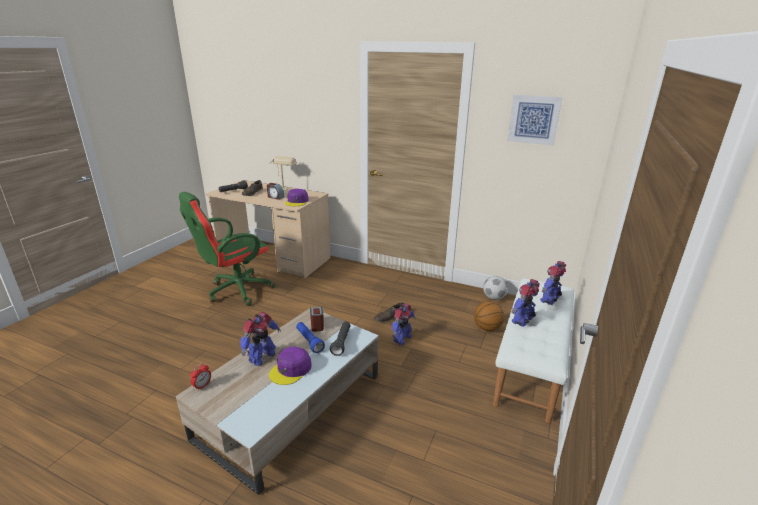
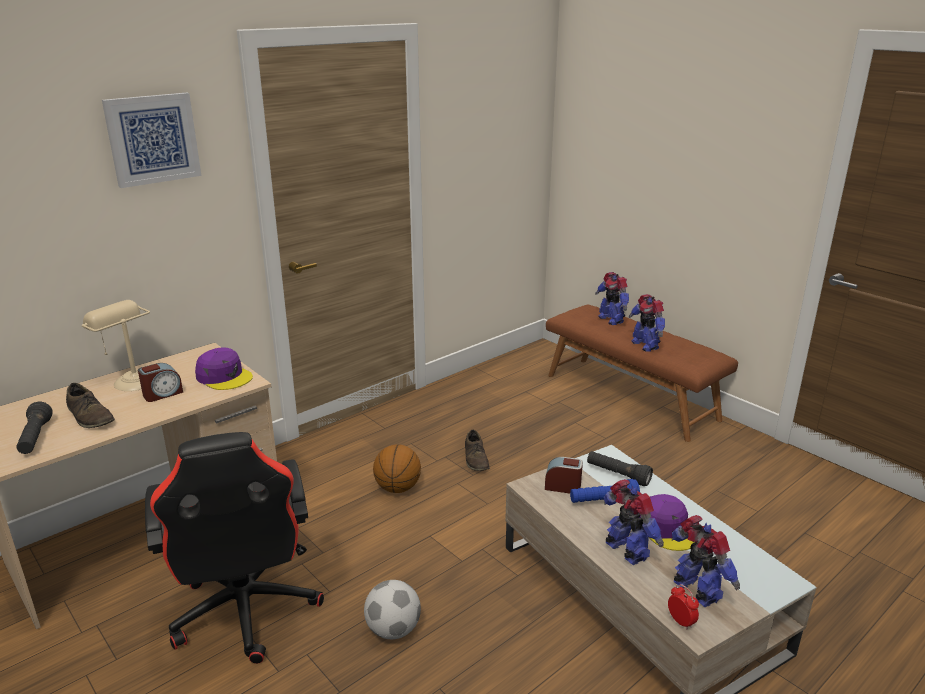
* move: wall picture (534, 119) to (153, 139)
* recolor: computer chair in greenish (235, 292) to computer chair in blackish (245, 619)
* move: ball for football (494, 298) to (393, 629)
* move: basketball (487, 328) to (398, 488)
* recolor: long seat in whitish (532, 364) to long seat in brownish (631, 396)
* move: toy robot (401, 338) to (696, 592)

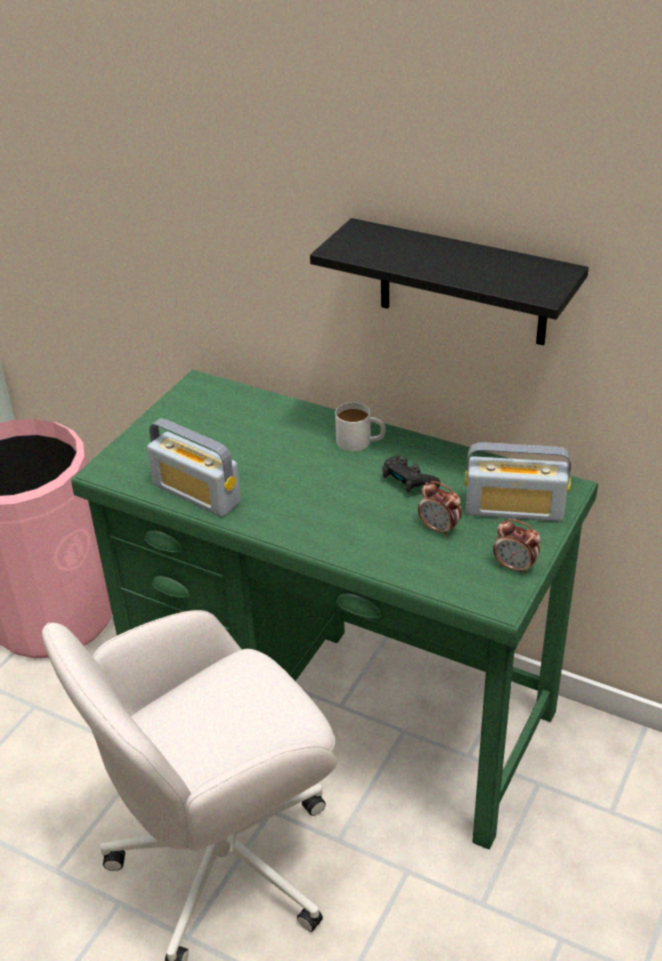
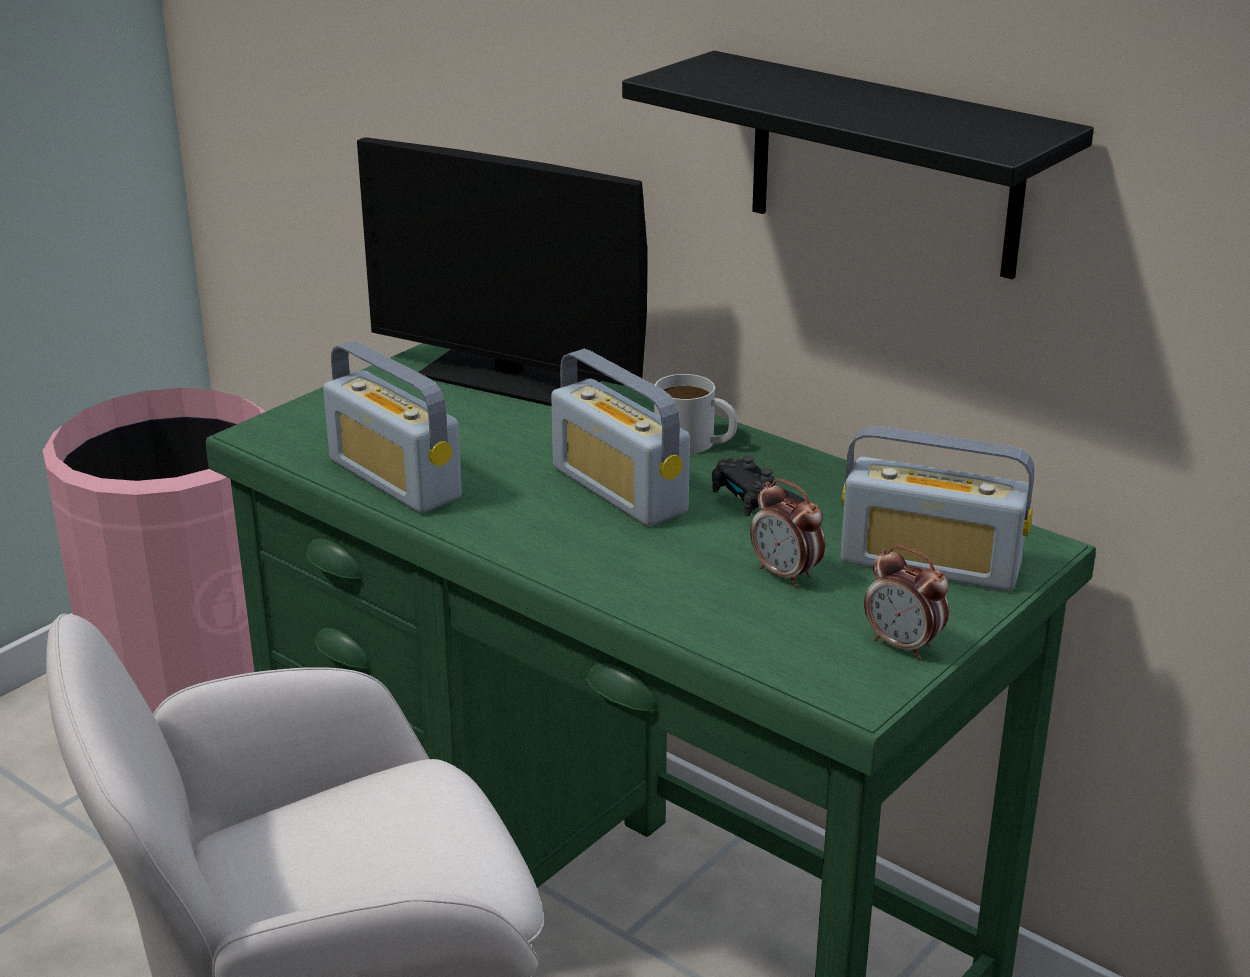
* insert: computer screen (509, 377)
* insert: radio receiver (619, 490)

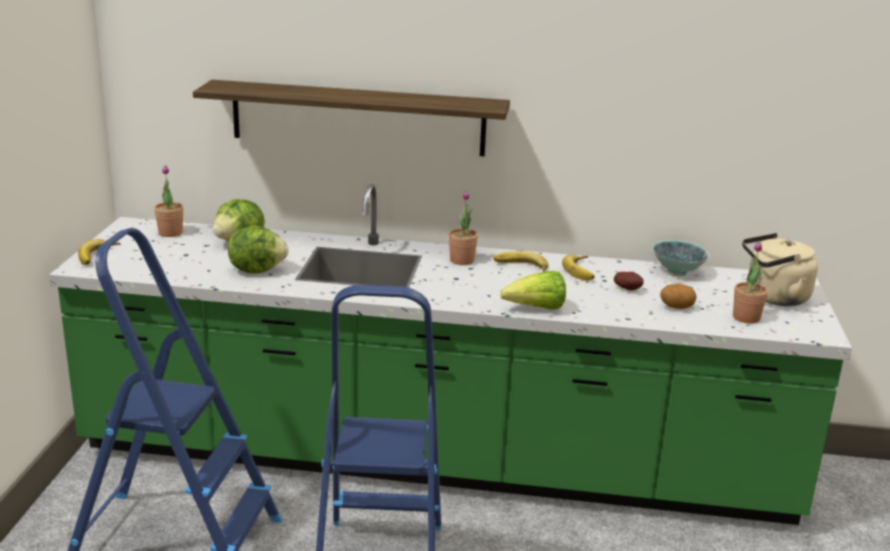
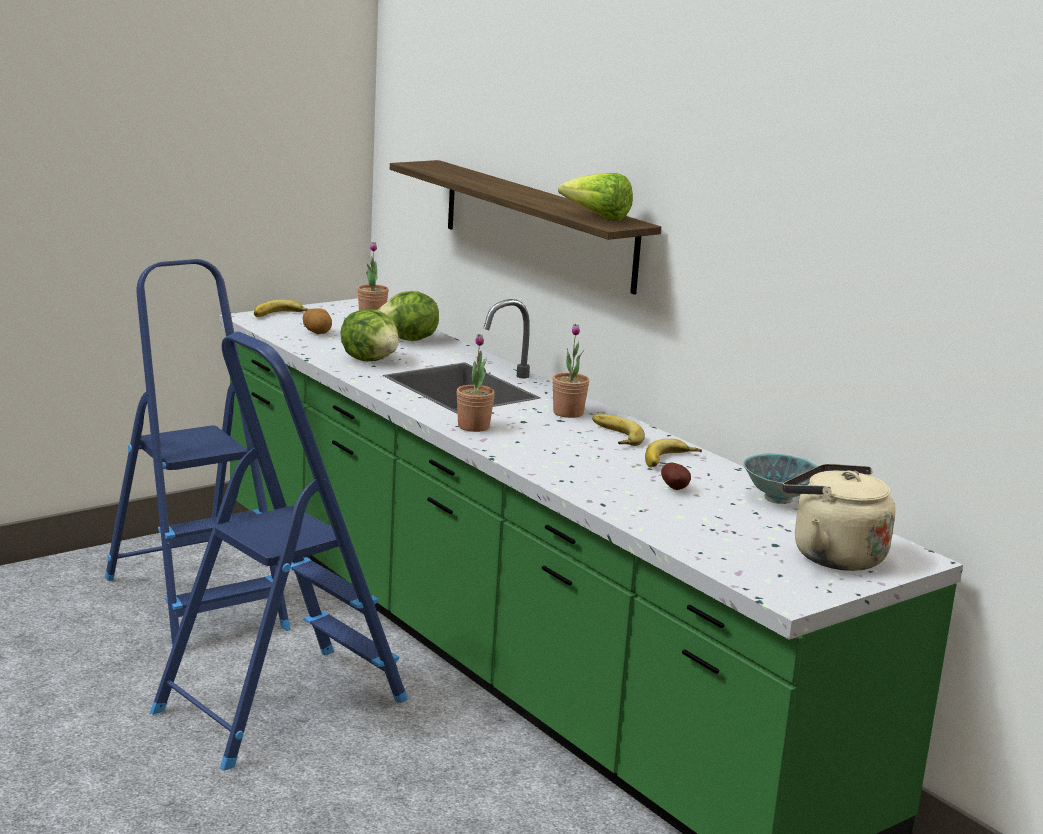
* move: potato (676, 307) to (317, 333)
* move: houseplant (746, 318) to (473, 427)
* move: lettuce (536, 309) to (597, 218)

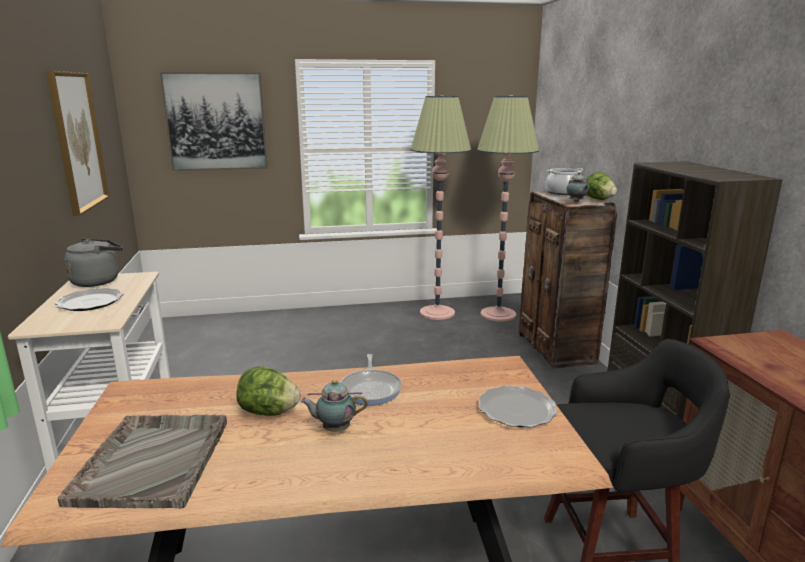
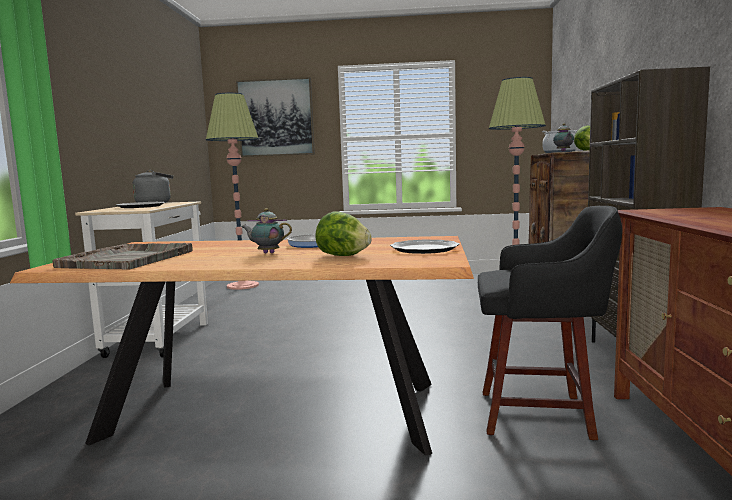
* move: standard lamp (437, 313) to (243, 286)
* move: lettuce (268, 412) to (343, 256)
* delete: wall picture (77, 141)

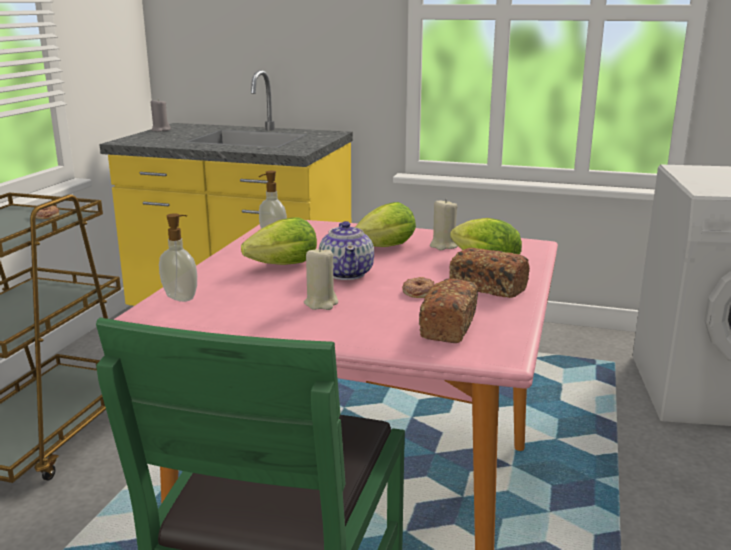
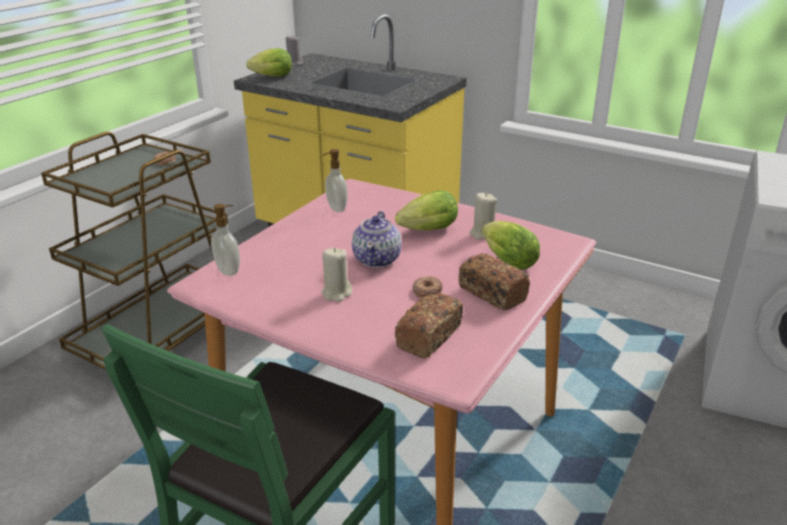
* move: lettuce (279, 266) to (270, 77)

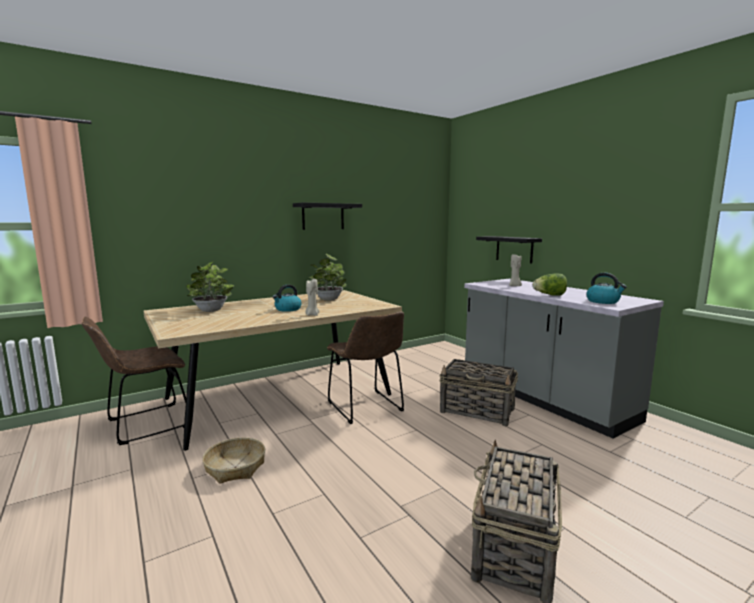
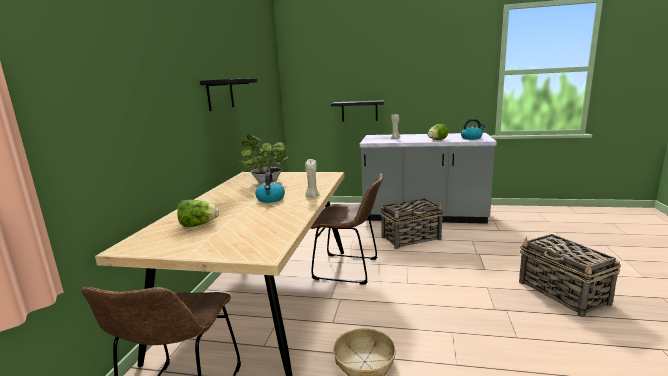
* replace: houseplant (211, 311) to lettuce (198, 225)

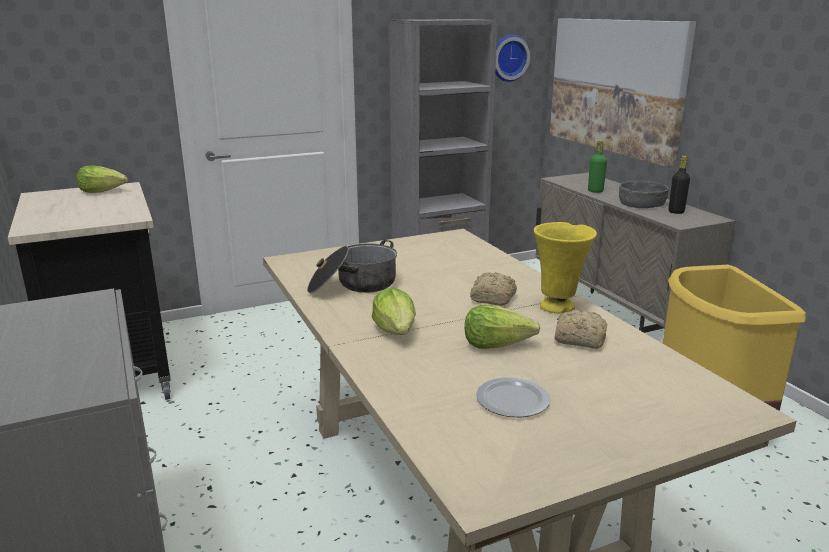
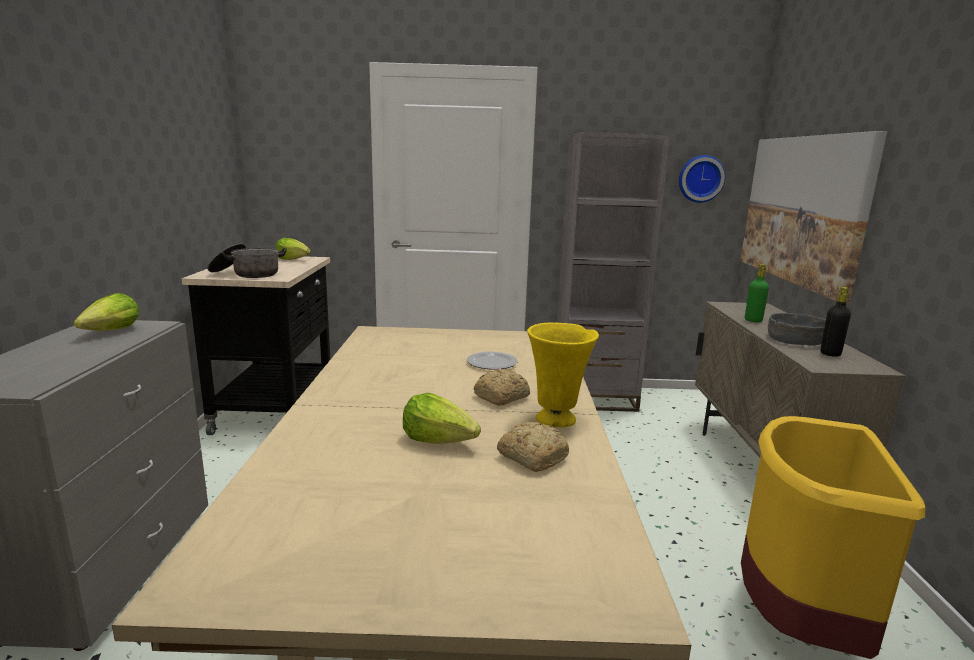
* move: lettuce (396, 331) to (112, 331)
* move: cooking pot (353, 285) to (247, 274)
* move: dinner plate (511, 400) to (491, 363)

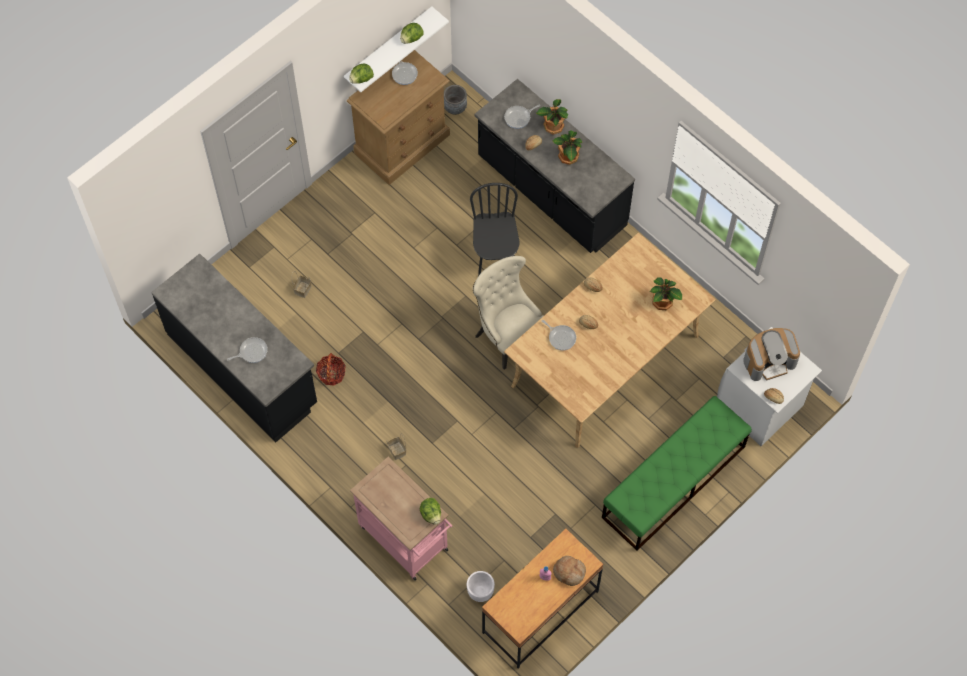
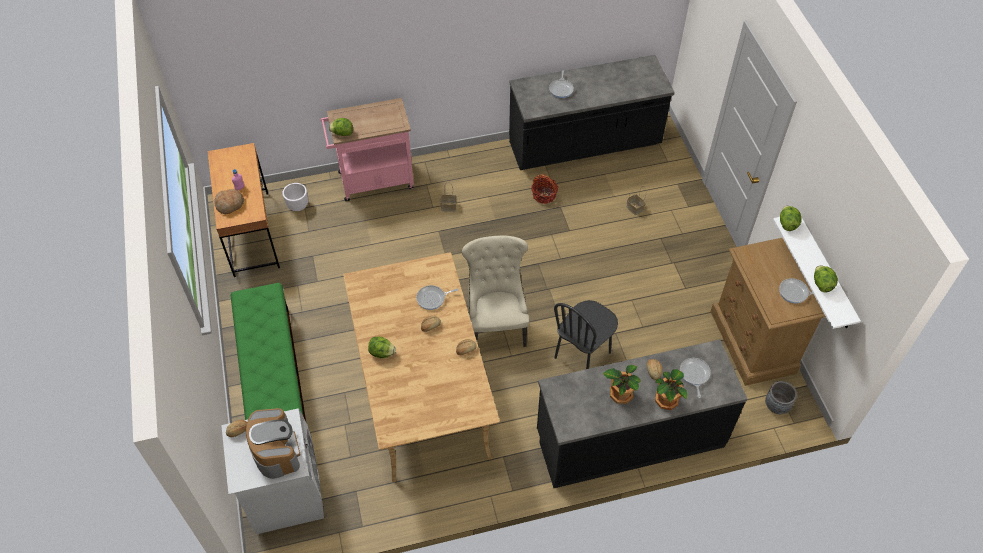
* rotate: coffee brewer (769, 360) = (276, 450) 150 degrees clockwise
* insert: lettuce (382, 353)
* rotate: upright chair in beige-coloured (509, 337) = (496, 327) 90 degrees counterclockwise
* rotate: upright chair in blackish (495, 259) = (583, 355) 105 degrees clockwise
* delete: houseplant (662, 303)

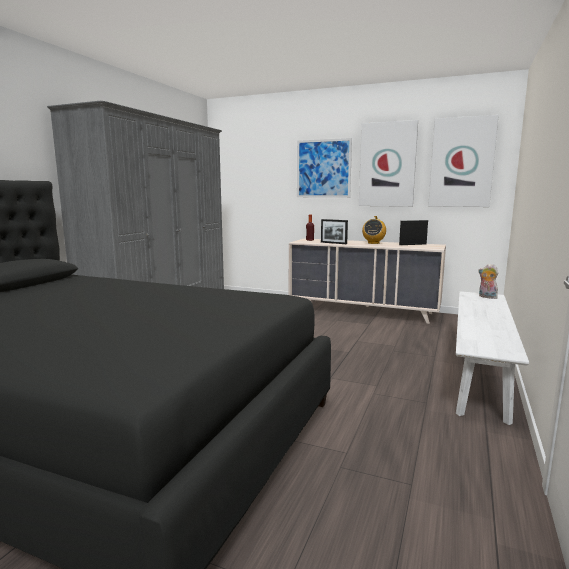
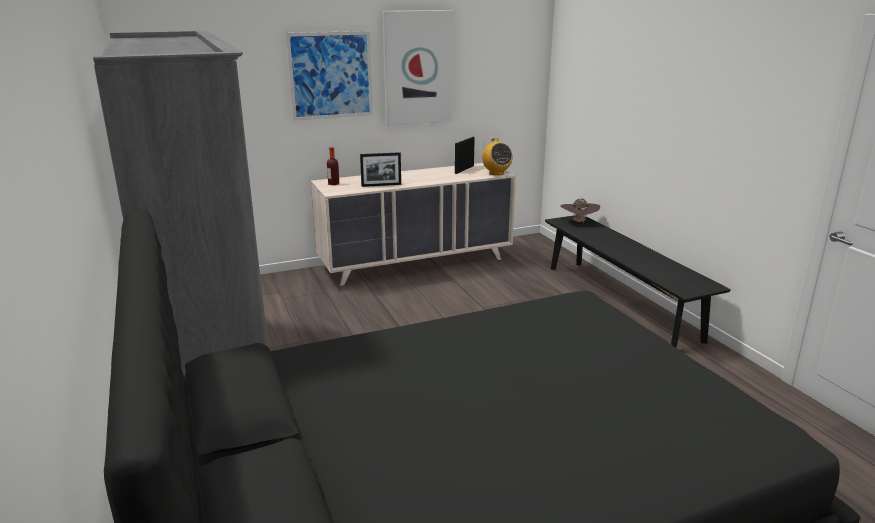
* move: radio receiver (373, 243) to (496, 173)
* recolor: long seat in whitish (479, 371) to long seat in blackish (619, 301)
* replace: soft toy (486, 297) to hat in brownish (578, 222)
* delete: wall picture (461, 162)

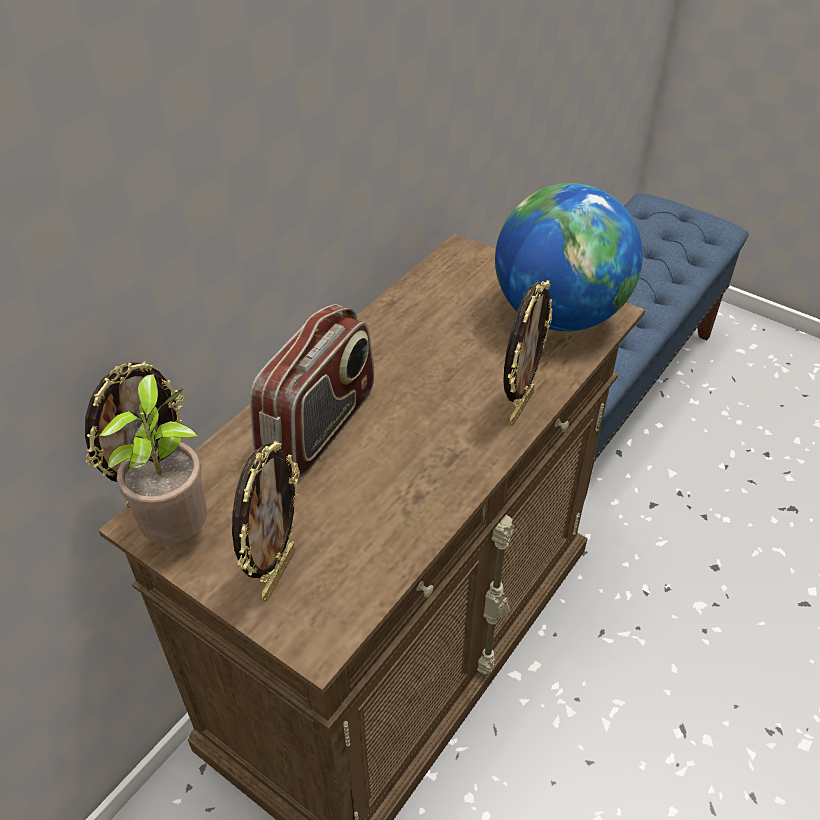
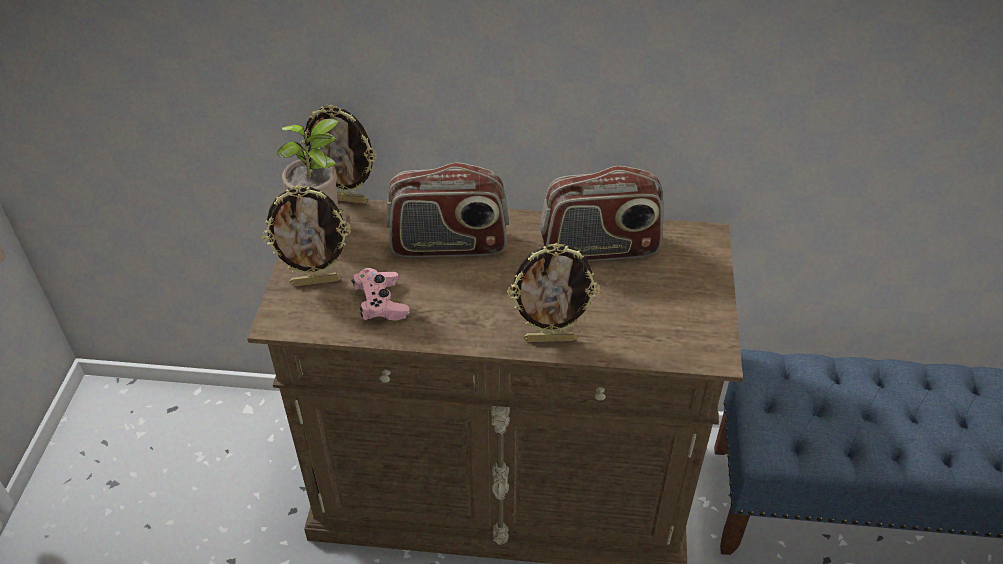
* insert: game controller in pink-coloured (381, 303)
* insert: radio receiver (599, 248)
* delete: globe (558, 315)

